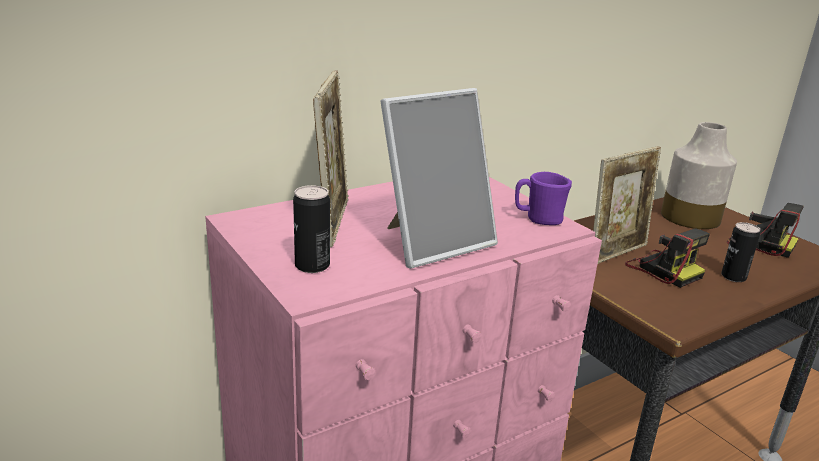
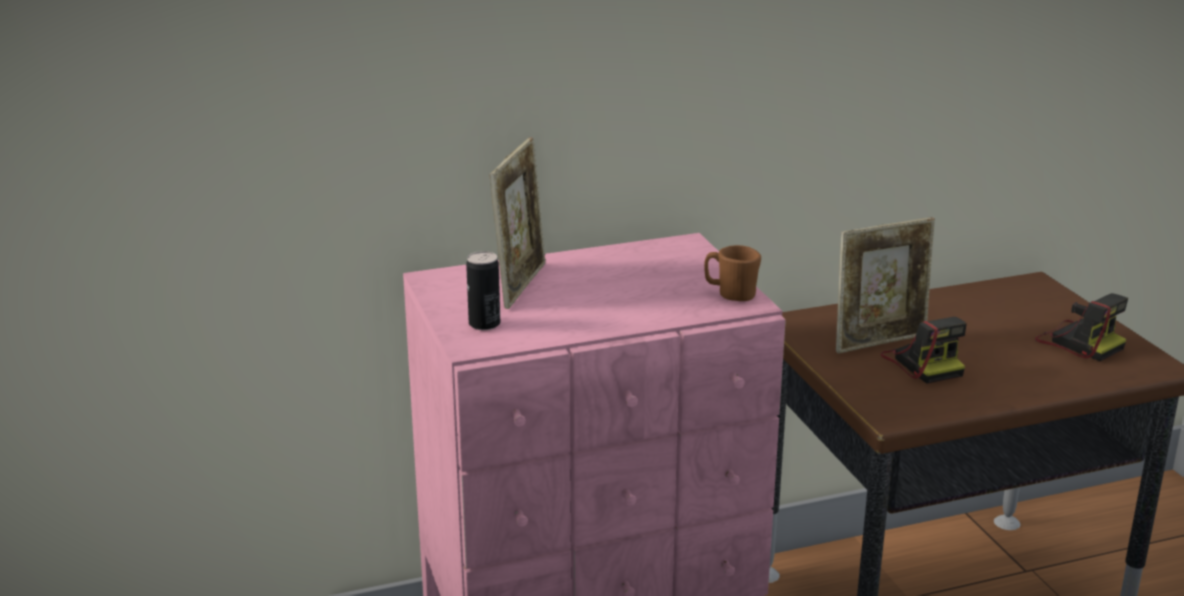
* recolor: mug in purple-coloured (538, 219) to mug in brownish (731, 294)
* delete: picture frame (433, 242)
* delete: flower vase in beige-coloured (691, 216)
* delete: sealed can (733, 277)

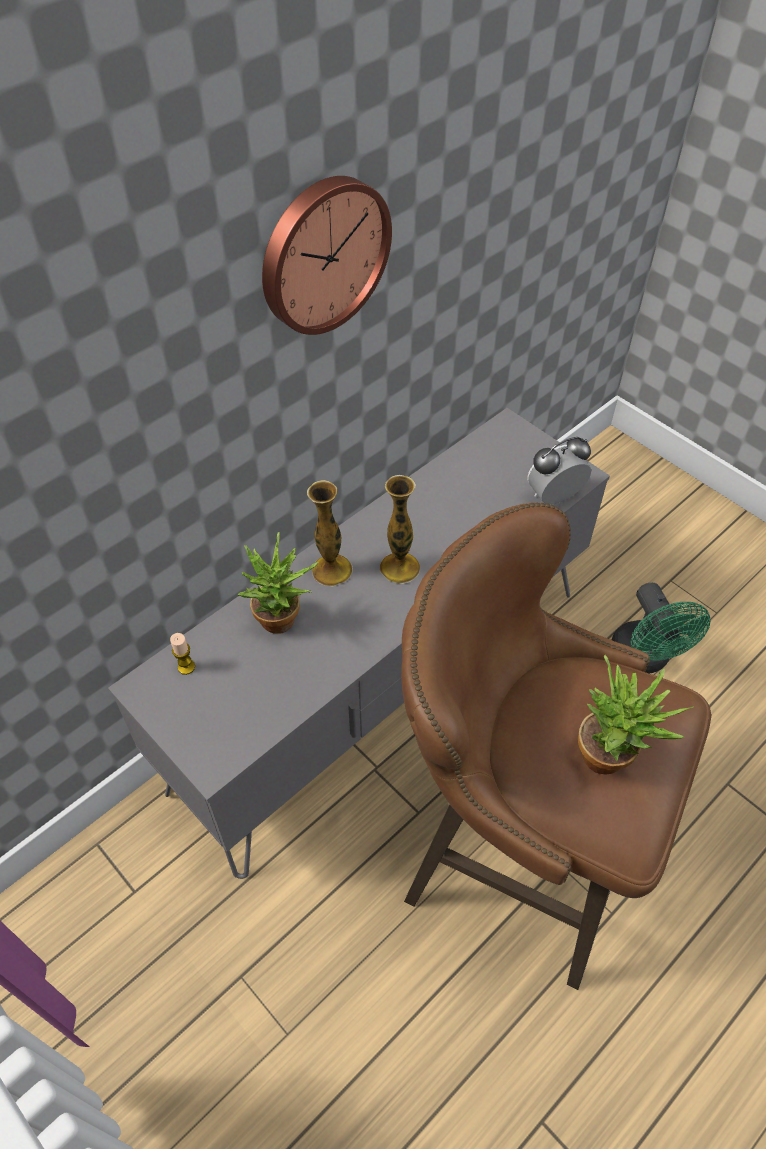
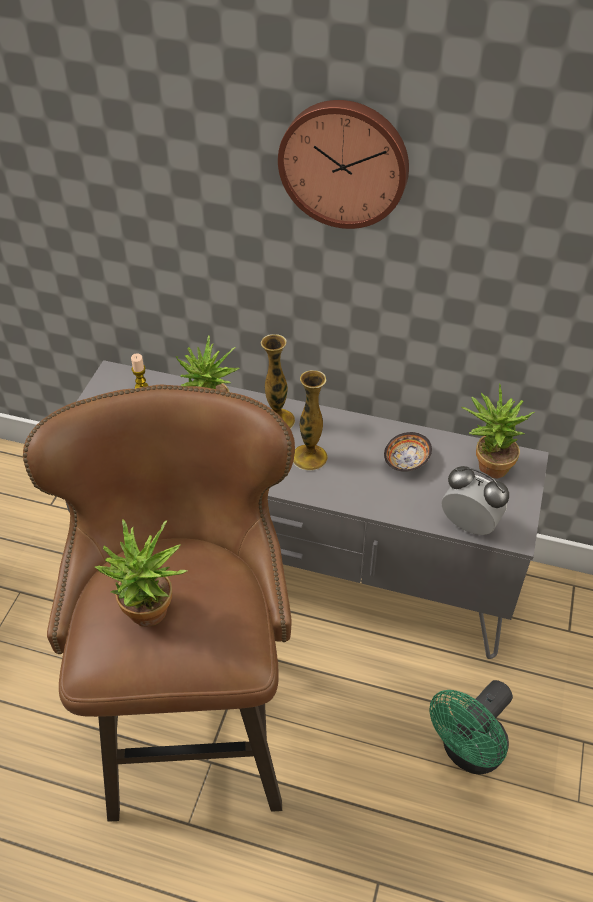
* insert: serving bowl (406, 461)
* insert: houseplant (486, 466)

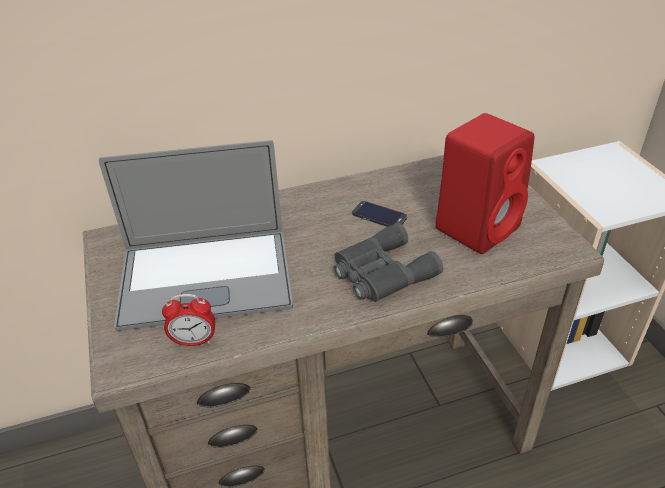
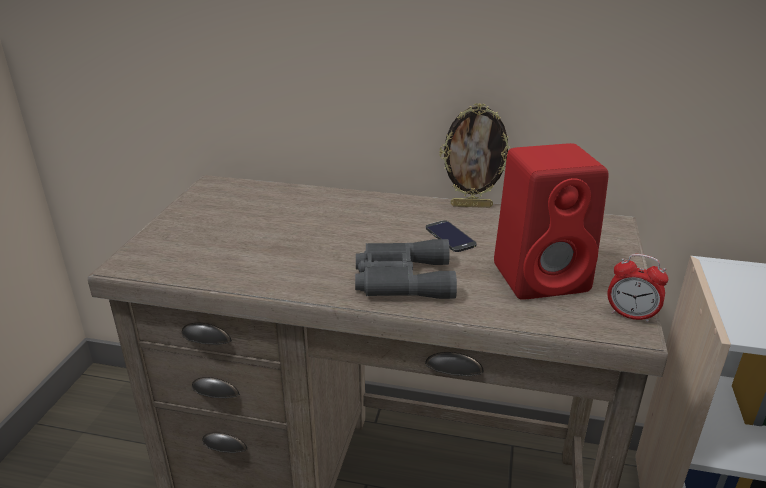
* insert: picture frame (471, 205)
* move: alarm clock (194, 341) to (630, 315)
* delete: portable computer (206, 278)

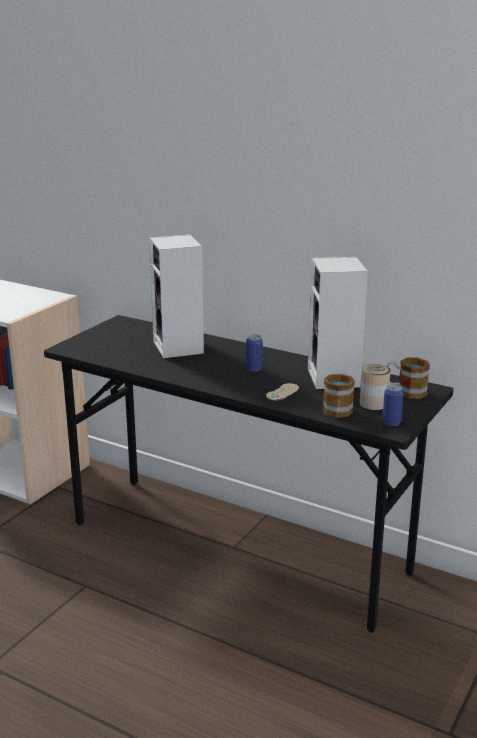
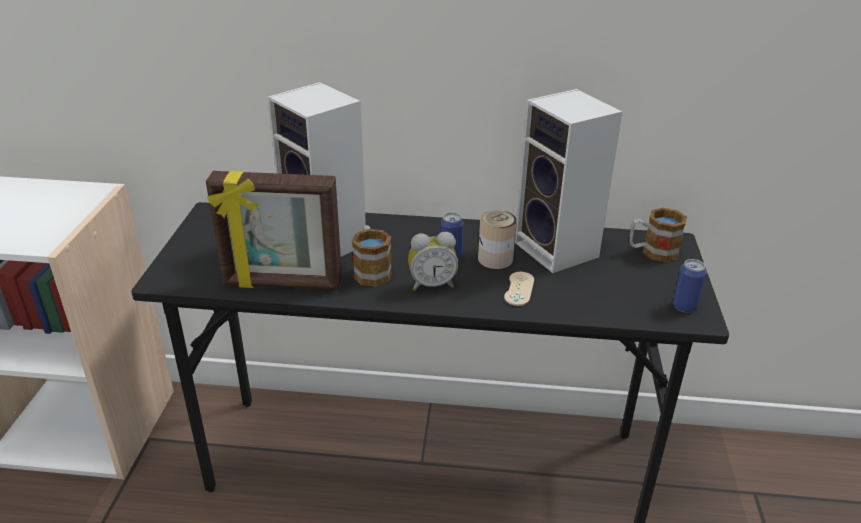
* insert: picture frame (282, 284)
* move: mug (338, 408) to (371, 270)
* insert: alarm clock (432, 285)
* move: sealed can (373, 403) to (495, 259)

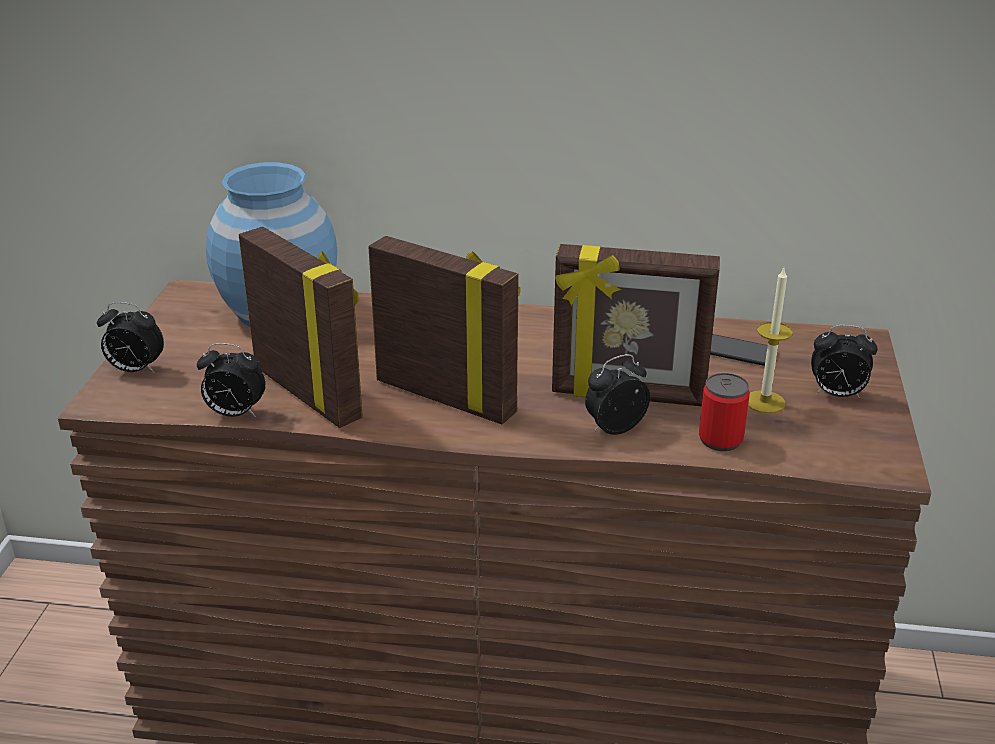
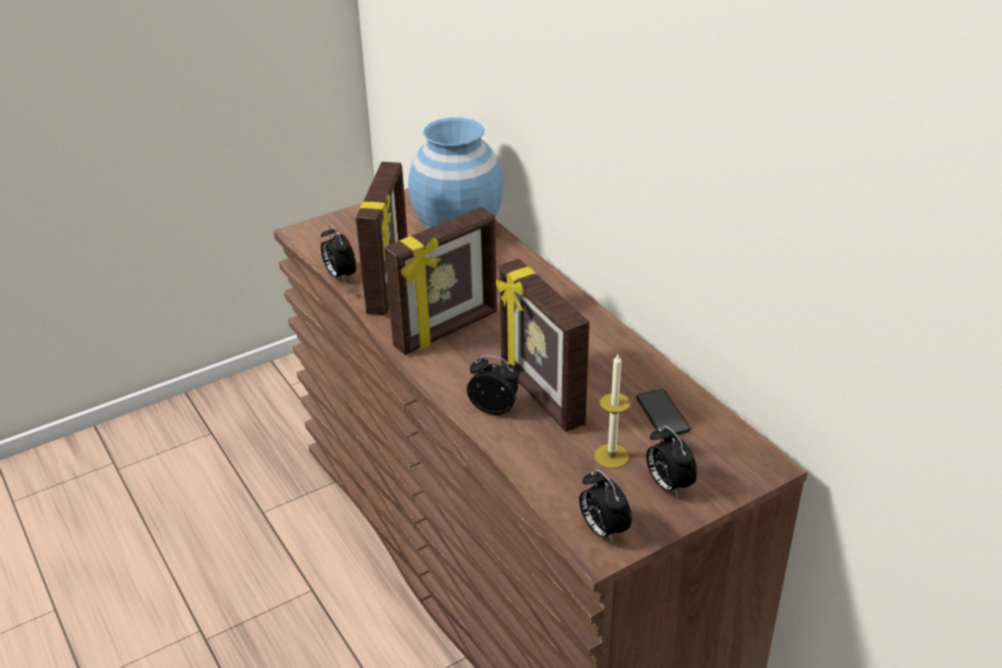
* rotate: picture frame (447, 396) = (447, 331) 60 degrees clockwise
* move: alarm clock (135, 370) to (602, 530)
* delete: sealed can (720, 440)

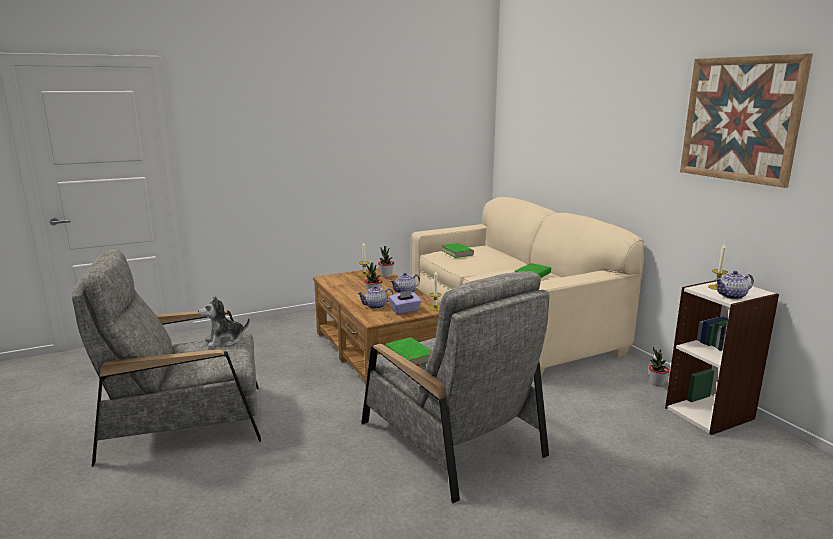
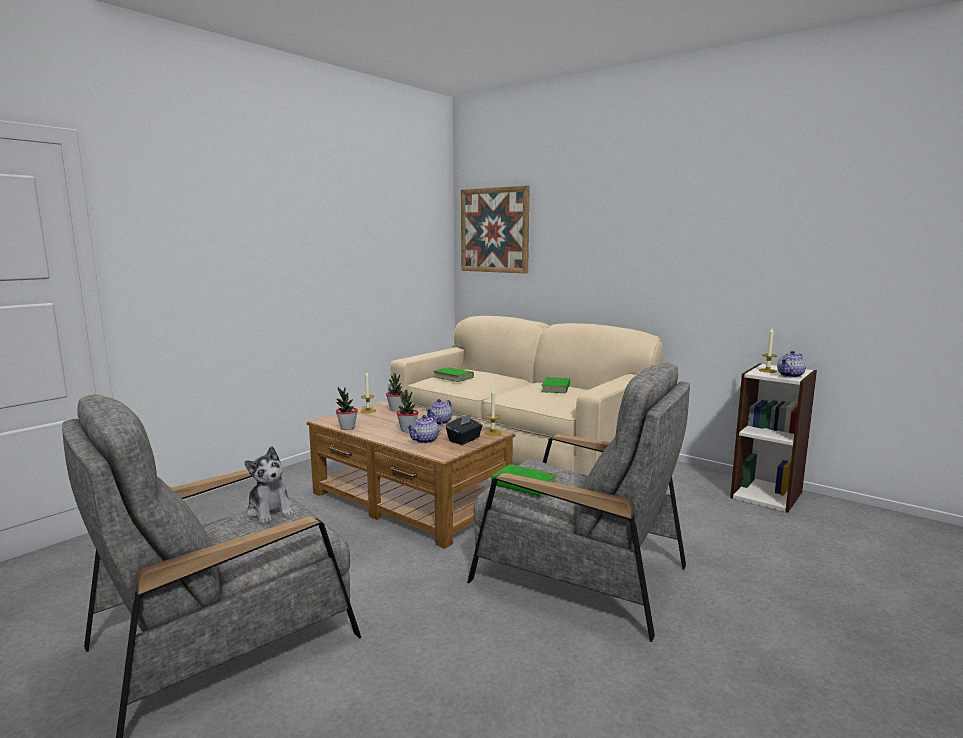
* rotate: soft toy (225, 341) = (270, 511) 75 degrees counterclockwise
* move: houseplant (656, 383) to (347, 428)
* recolor: tissue box in purple-coloured (405, 311) to tissue box in blackish (464, 440)
* move: wall picture (740, 119) to (494, 230)

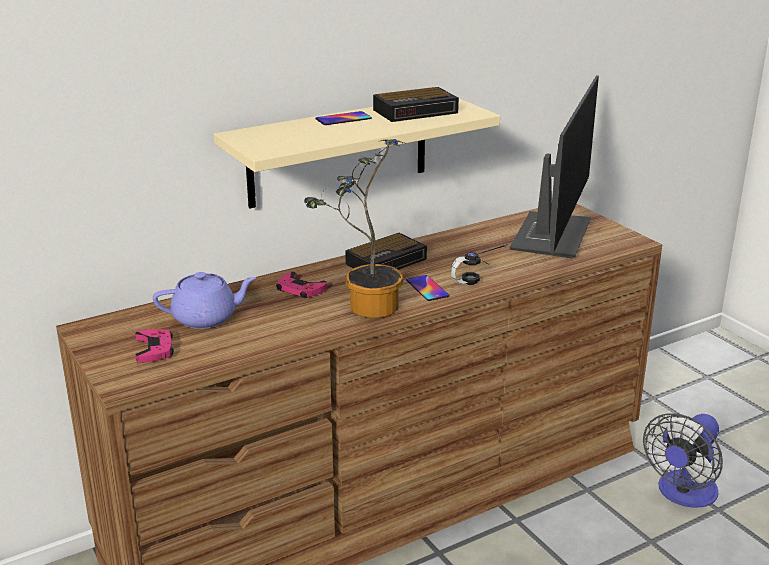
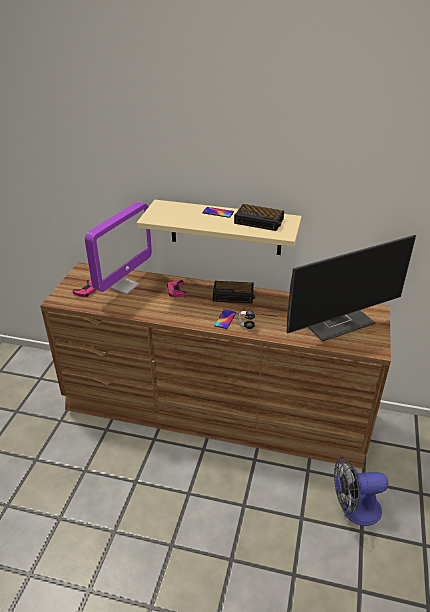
* replace: pot for tea in purple-coloured (206, 318) to computer screen (123, 286)
* delete: houseplant (366, 307)

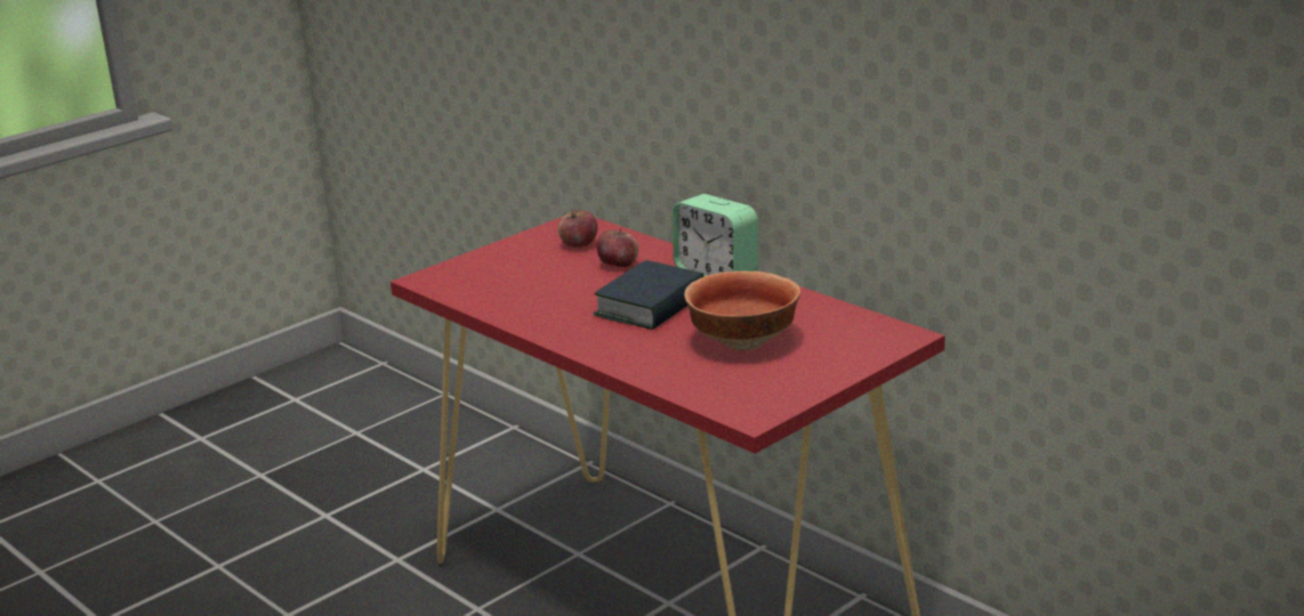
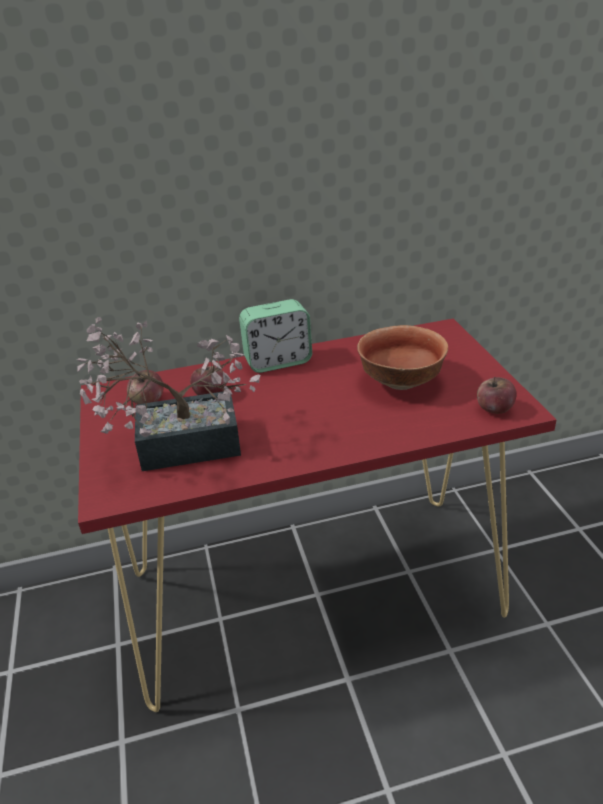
* insert: houseplant (176, 445)
* insert: whole apple (494, 409)
* delete: book (651, 306)

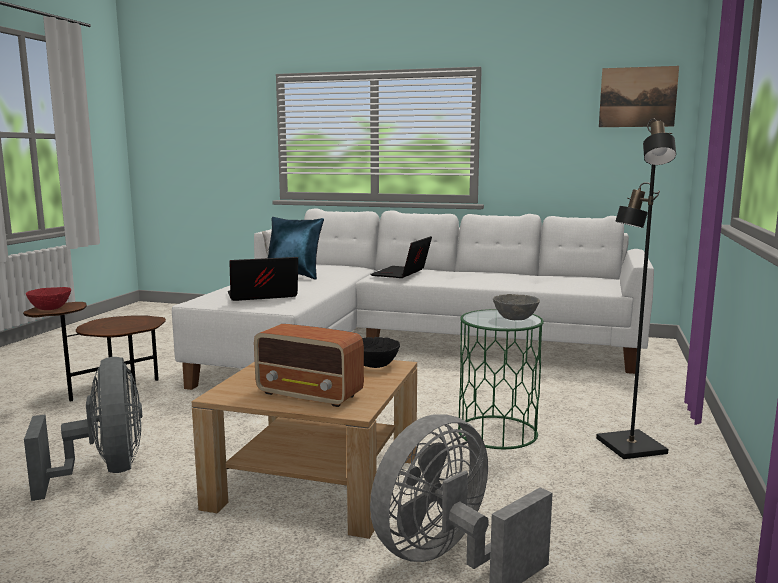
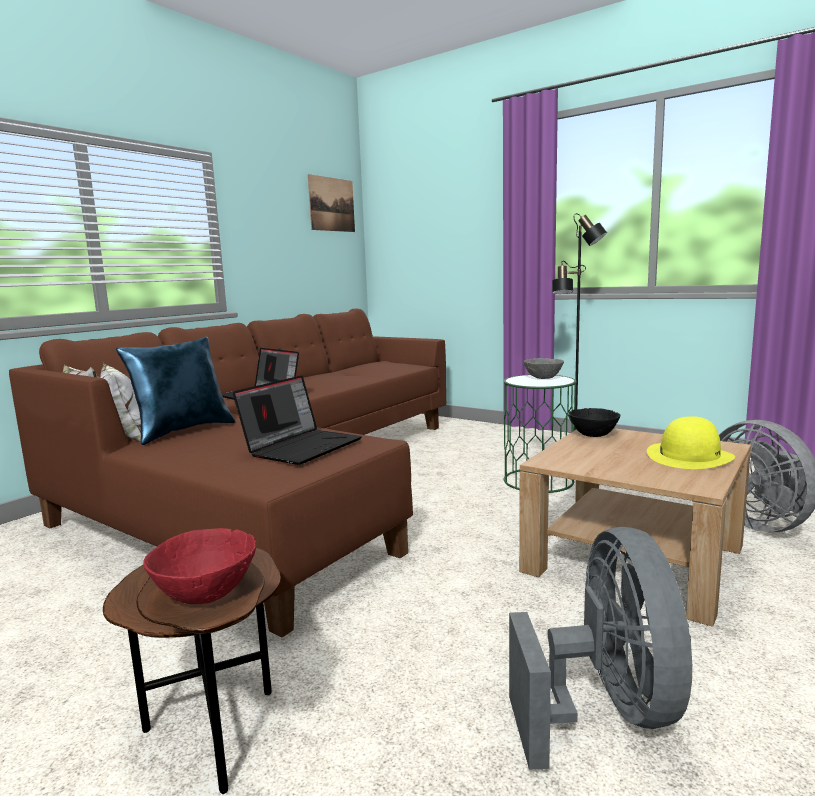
* recolor: couch in whitish (404, 349) to couch in brownish (281, 485)
* rotate: portable computer (261, 296) = (302, 446) 150 degrees counterclockwise
* rotate: fan in gray (104, 471) = (606, 709) 90 degrees clockwise
* replace: radio receiver (310, 395) to hat in yellow (689, 456)

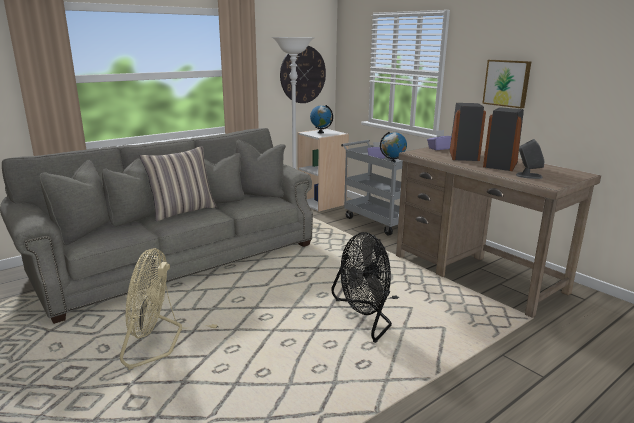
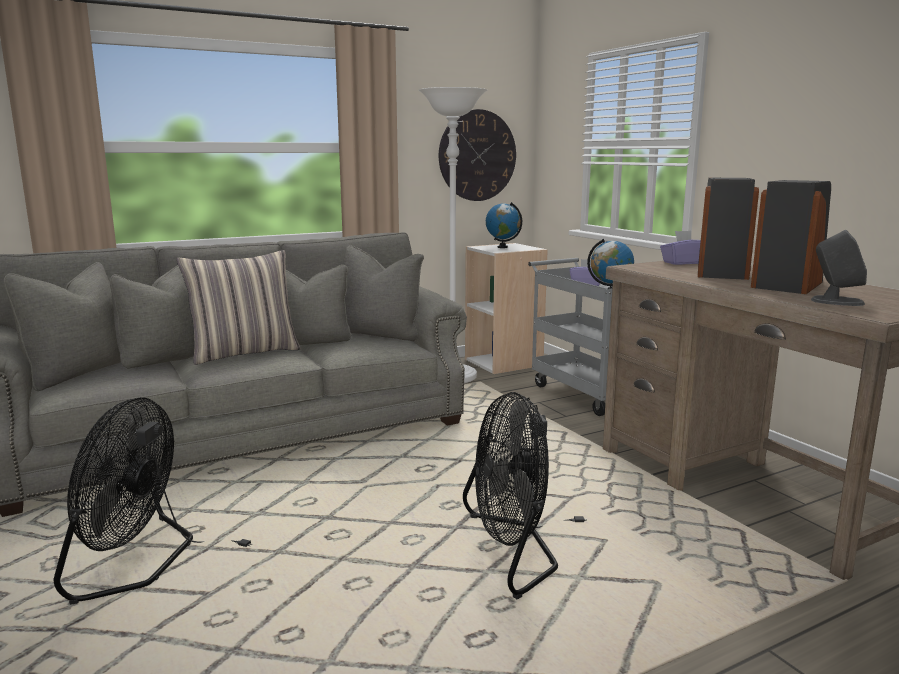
* recolor: fan in beige-coloured (164, 339) to fan in blackish (154, 557)
* delete: wall picture (507, 83)

